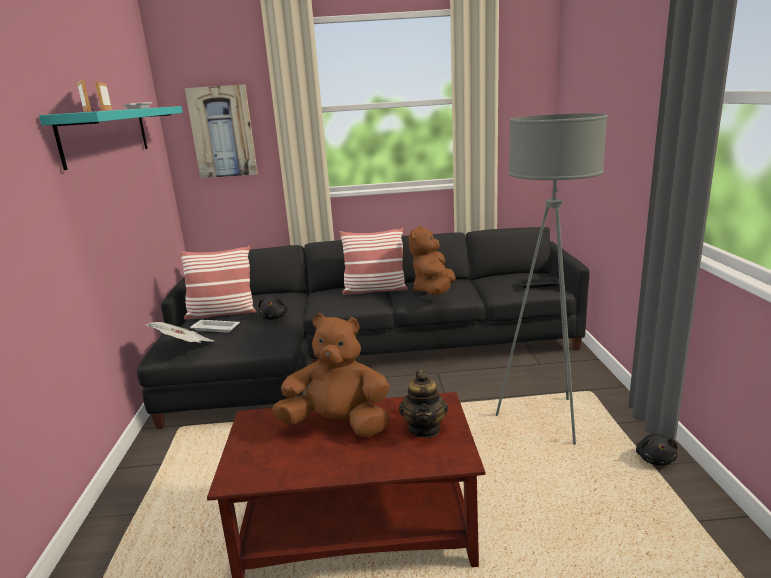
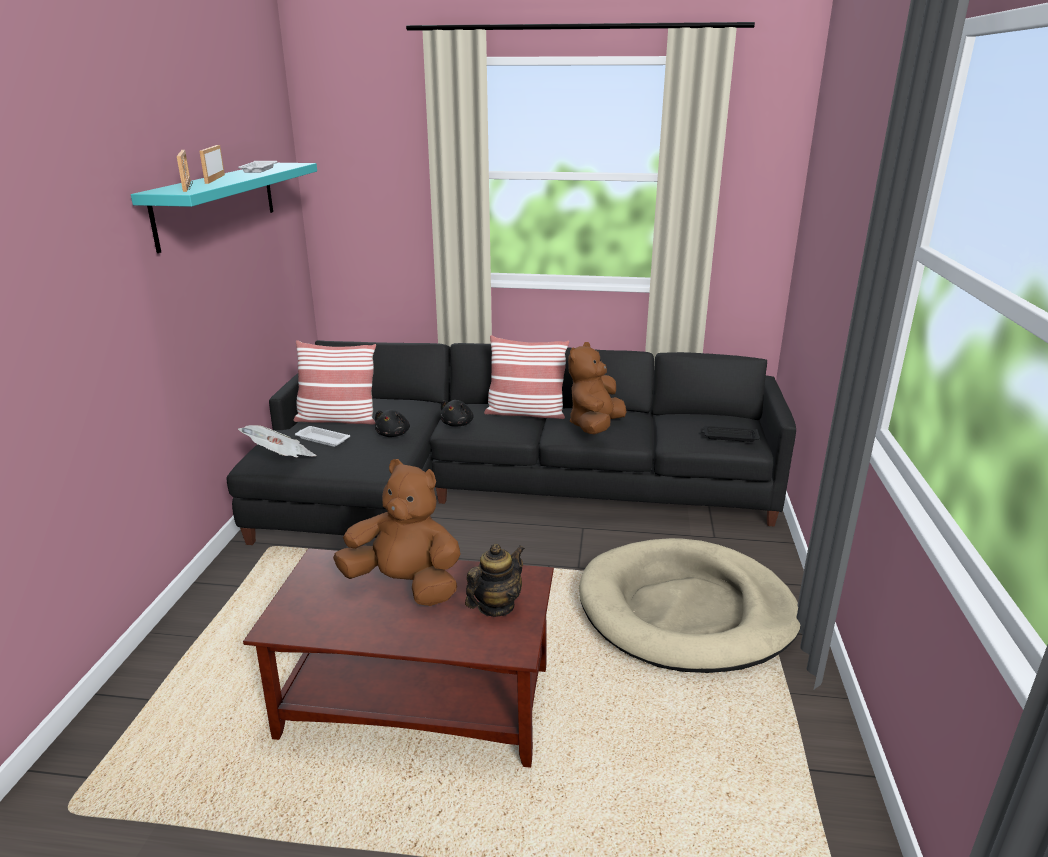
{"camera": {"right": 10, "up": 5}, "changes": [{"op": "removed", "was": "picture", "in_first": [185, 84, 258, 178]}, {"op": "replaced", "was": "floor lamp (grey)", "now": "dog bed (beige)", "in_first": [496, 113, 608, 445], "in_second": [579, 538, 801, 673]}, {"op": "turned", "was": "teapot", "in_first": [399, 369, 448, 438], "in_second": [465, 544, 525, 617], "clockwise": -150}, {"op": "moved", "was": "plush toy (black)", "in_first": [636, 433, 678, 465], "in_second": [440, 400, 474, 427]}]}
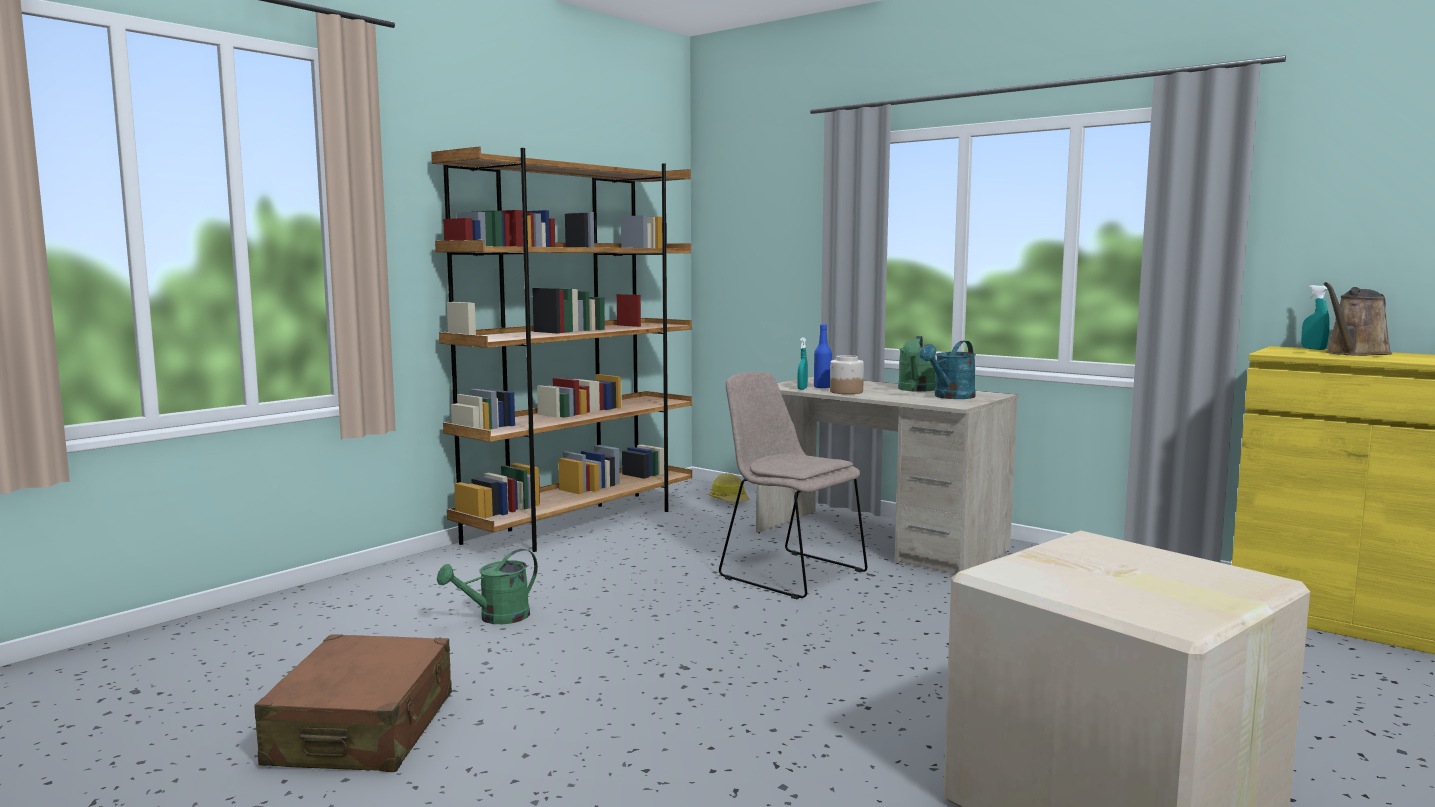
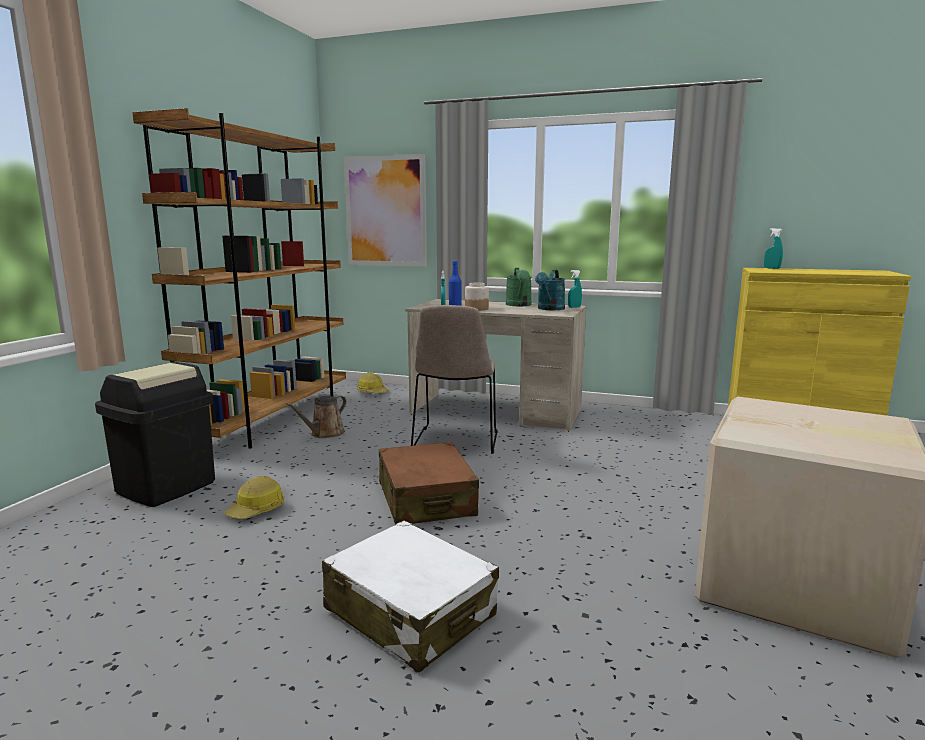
{"camera": {"right": -20, "up": 5}, "changes": [{"op": "moved", "was": "watering can (brown)", "in_first": [1324, 282, 1392, 356], "in_second": [286, 395, 347, 438]}, {"op": "turned", "was": "chair (beige)", "in_first": [719, 372, 867, 599], "in_second": [411, 305, 498, 454], "clockwise": -105}, {"op": "replaced", "was": "watering can (green)", "now": "hard hat", "in_first": [437, 549, 538, 624], "in_second": [225, 476, 284, 519]}, {"op": "moved", "was": "suitcase (brown)", "in_first": [255, 634, 452, 772], "in_second": [379, 442, 479, 525]}, {"op": "added", "now": "picture", "in_second": [344, 154, 427, 267]}, {"op": "added", "now": "spray bottle (turquoise)", "in_second": [568, 270, 582, 308]}, {"op": "added", "now": "trash can (black)", "in_second": [95, 362, 215, 507]}, {"op": "added", "now": "suitcase (white)", "in_second": [322, 520, 499, 673]}]}
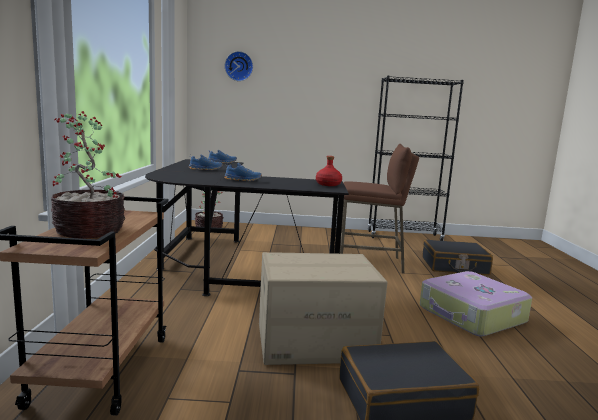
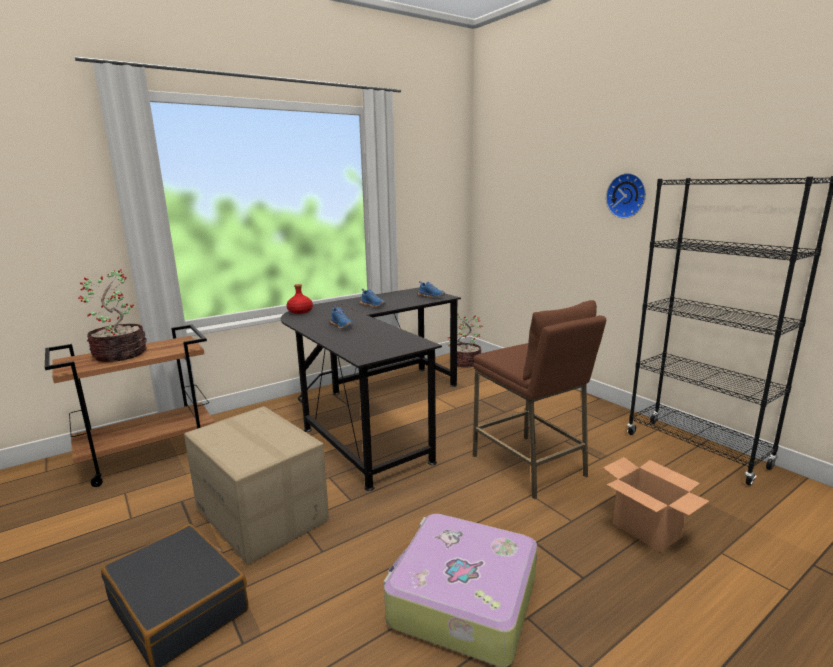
{"camera": {"right": 55, "up": 5}, "changes": [{"op": "moved", "was": "wall clock", "in_first": [225, 51, 253, 81], "in_second": [606, 173, 646, 218]}, {"op": "moved", "was": "bottle (red)", "in_first": [316, 156, 342, 186], "in_second": [287, 284, 313, 314]}, {"op": "replaced", "was": "suitcase (black)", "now": "cardboard box", "in_first": [422, 239, 493, 275], "in_second": [603, 457, 709, 553]}]}
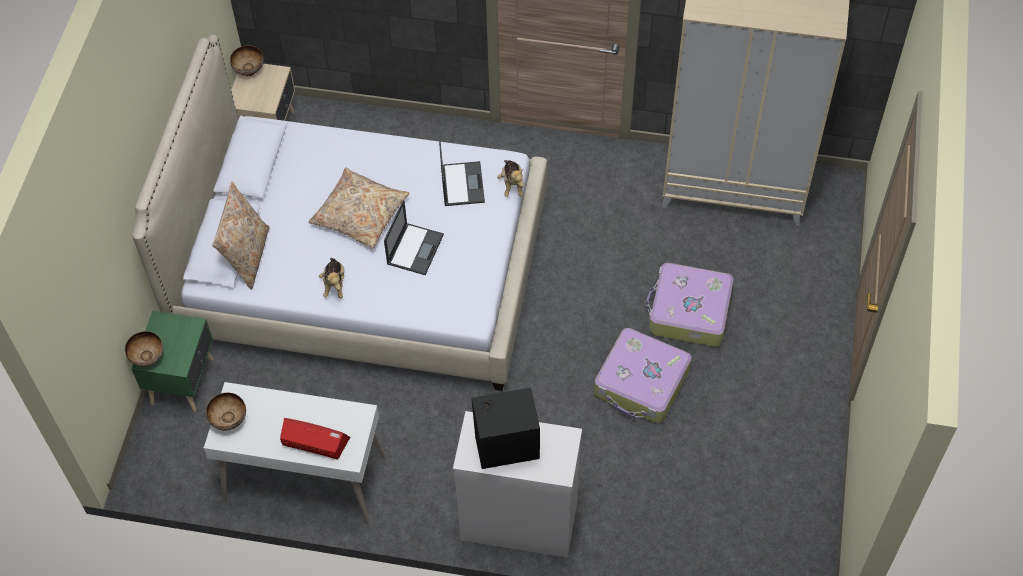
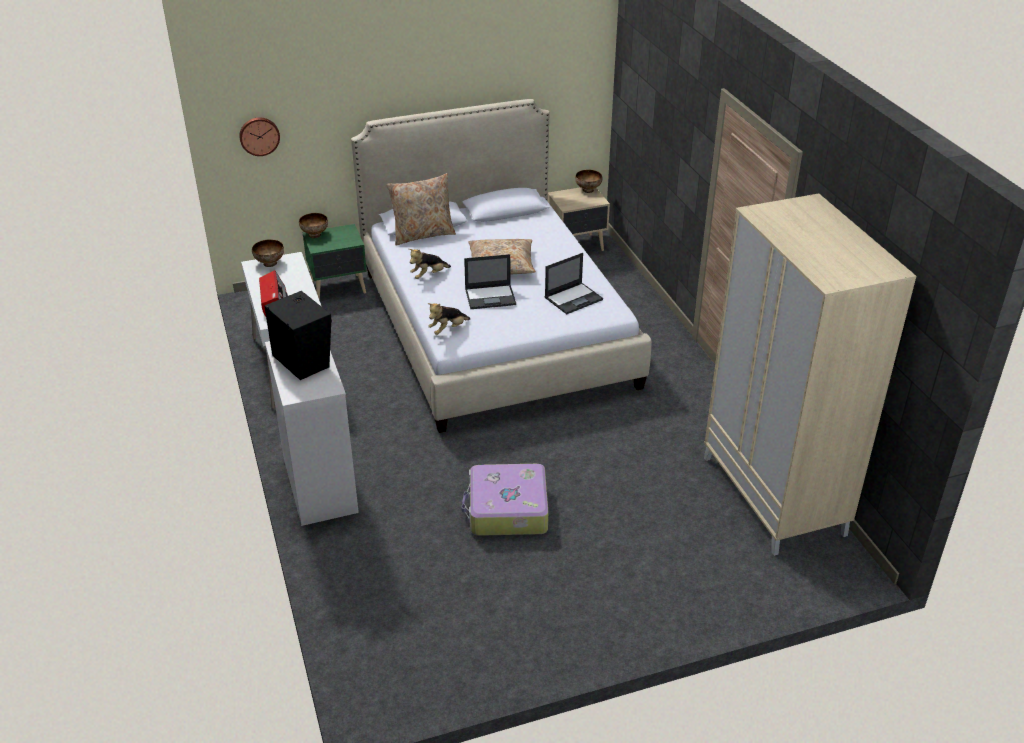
{"camera": {"right": 60, "up": -20}, "changes": [{"op": "moved", "was": "plush toy", "in_first": [497, 160, 524, 197], "in_second": [428, 303, 470, 335]}, {"op": "removed", "was": "suitcase", "in_first": [645, 263, 733, 347]}, {"op": "added", "now": "wall clock", "in_second": [239, 118, 280, 156]}]}
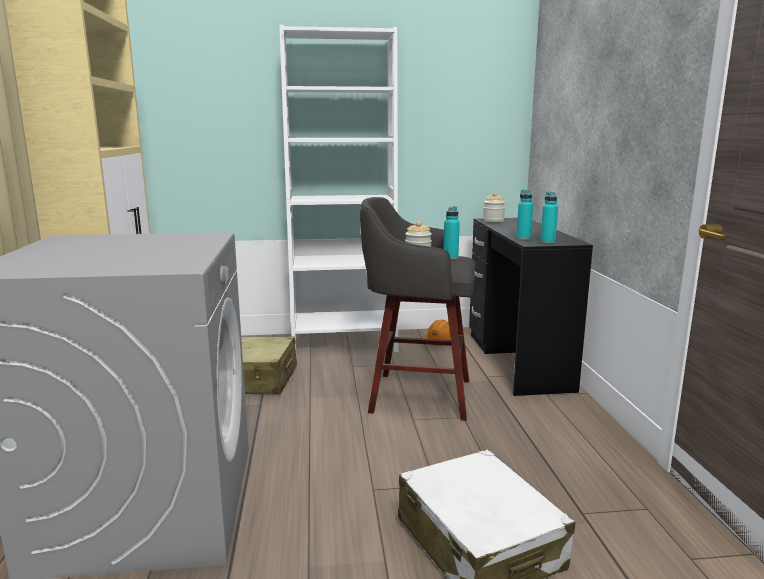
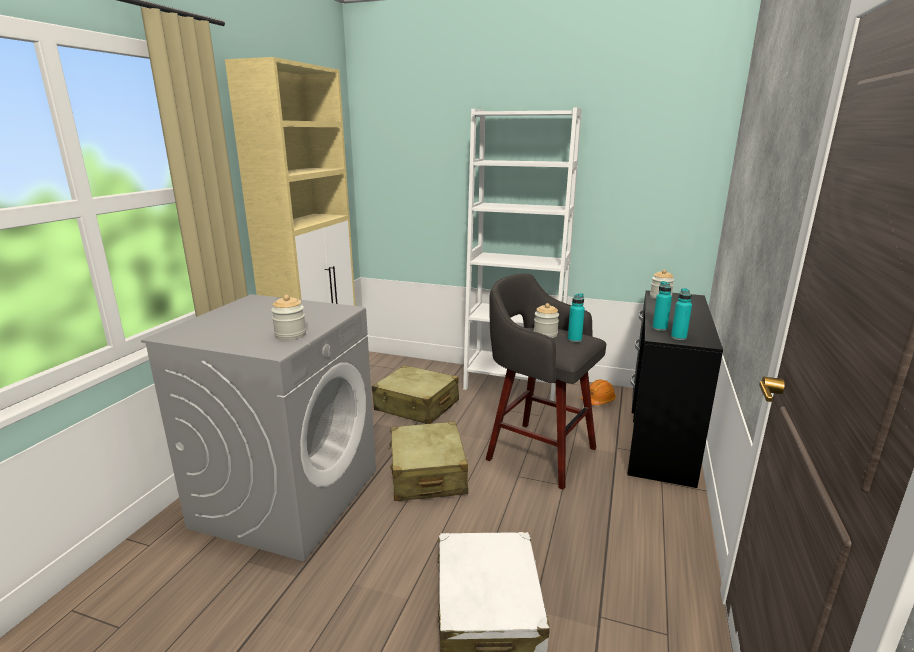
{"camera": {"right": 25, "up": 5}, "changes": [{"op": "added", "now": "jar", "in_second": [271, 295, 306, 340]}, {"op": "added", "now": "suitcase (beige)", "in_second": [388, 421, 468, 501]}]}
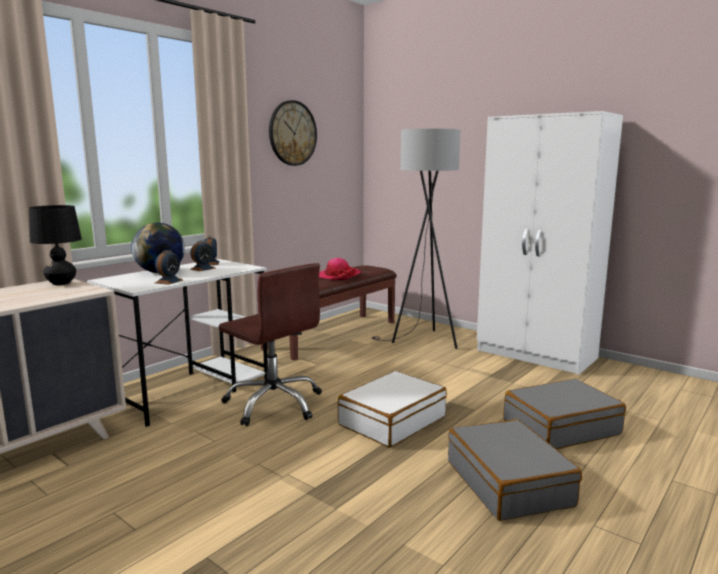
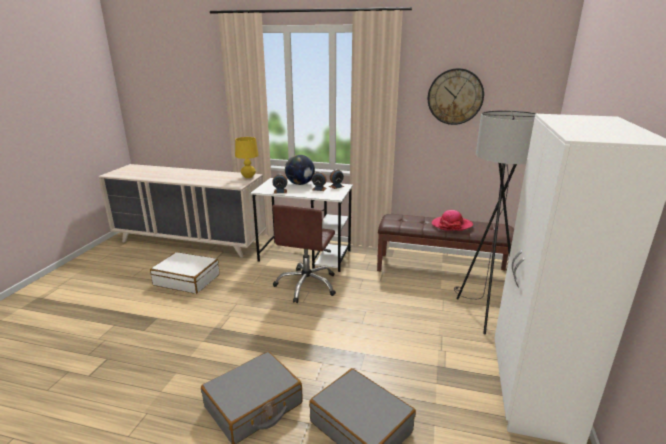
{"camera": {"right": 65, "up": 10}, "changes": [{"op": "recoloured", "was": "table lamp (black)", "now": "table lamp (yellow)", "in_first": [29, 205, 82, 285], "in_second": [235, 137, 259, 178]}, {"op": "moved", "was": "suitcase (white)", "in_first": [338, 371, 447, 448], "in_second": [150, 252, 219, 294]}]}
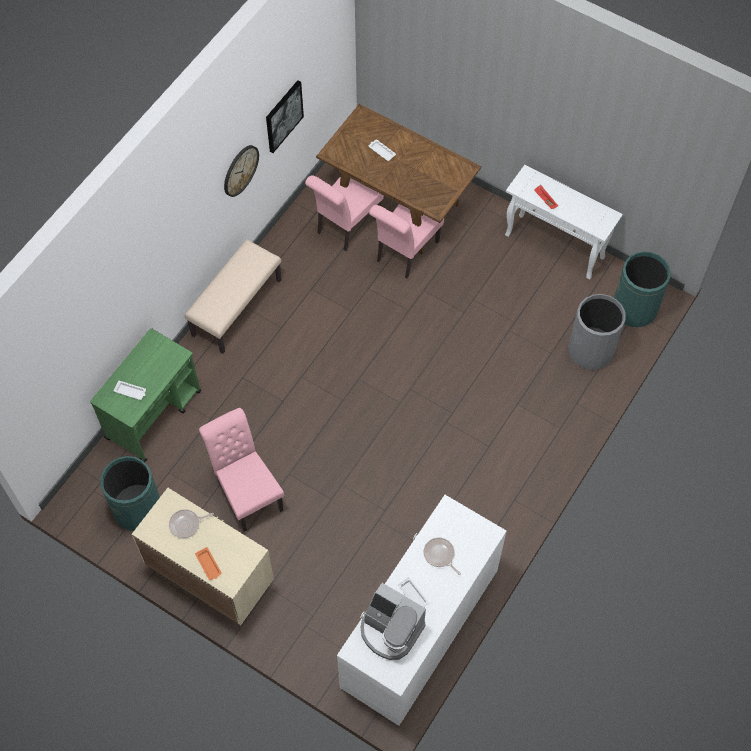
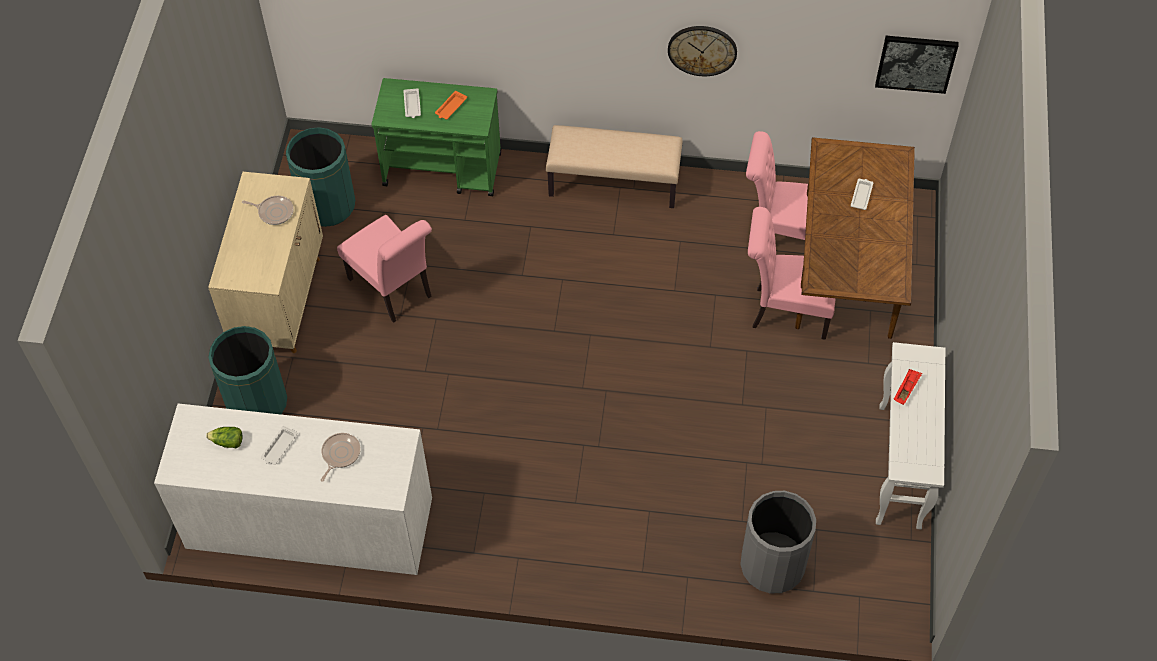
{"camera": {"right": 65, "up": -5}, "changes": [{"op": "moved", "was": "picture", "in_first": [266, 80, 304, 153], "in_second": [875, 36, 958, 94]}, {"op": "moved", "was": "trash can (green)", "in_first": [614, 251, 671, 327], "in_second": [208, 326, 287, 414]}, {"op": "turned", "was": "chair (pink)", "in_first": [199, 408, 284, 532], "in_second": [337, 215, 432, 323], "clockwise": 105}, {"op": "turned", "was": "frying pan", "in_first": [169, 509, 214, 538], "in_second": [242, 196, 294, 225], "clockwise": 150}, {"op": "moved", "was": "tray (orange)", "in_first": [195, 547, 222, 580], "in_second": [435, 91, 467, 120]}, {"op": "replaced", "was": "coffee machine", "now": "lettuce", "in_first": [361, 583, 426, 660], "in_second": [206, 427, 243, 448]}]}
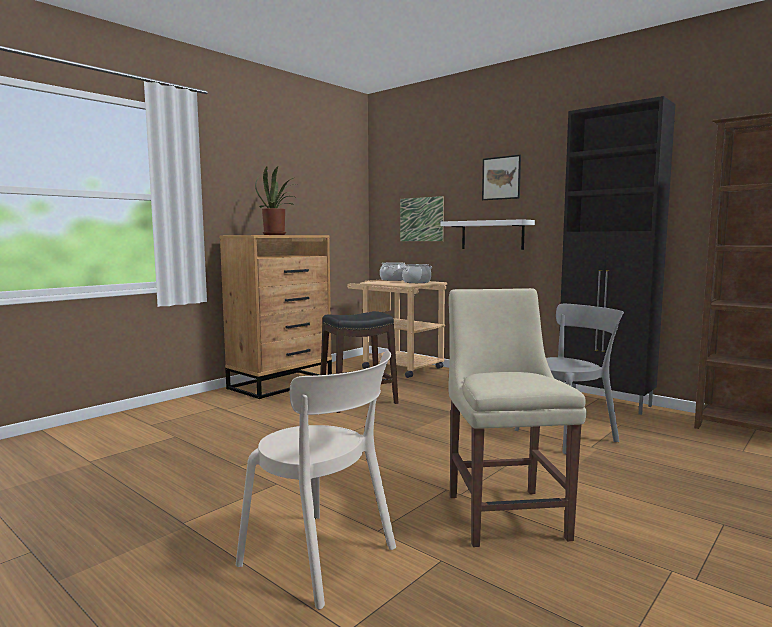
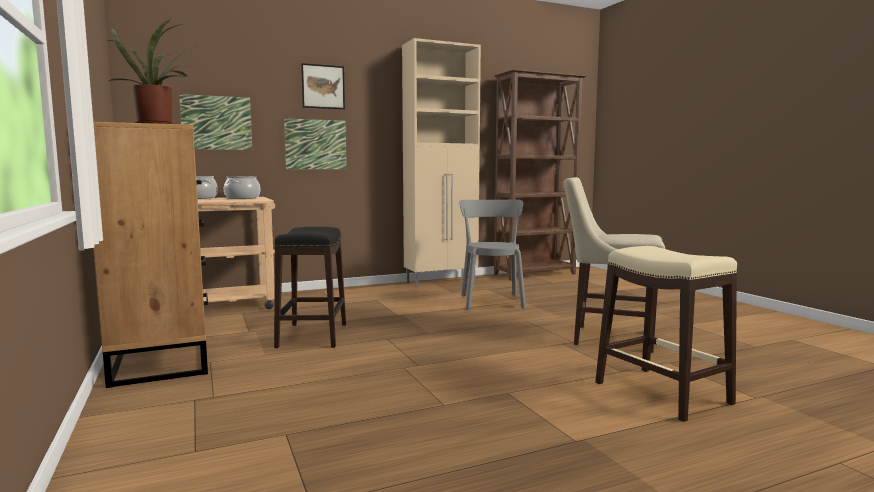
{"camera": {"right": -65, "up": 0}, "changes": [{"op": "recoloured", "was": "cabinet (black)", "now": "cabinet (beige)", "in_first": [559, 96, 675, 415], "in_second": [402, 38, 481, 288]}, {"op": "replaced", "was": "shelf (white)", "now": "picture", "in_first": [440, 219, 535, 250], "in_second": [284, 118, 347, 169]}, {"op": "replaced", "was": "chair (beige)", "now": "stool (beige)", "in_first": [236, 351, 396, 609], "in_second": [595, 246, 737, 422]}]}
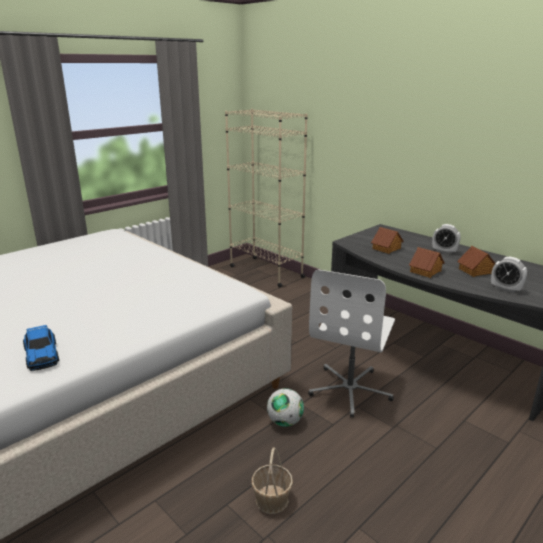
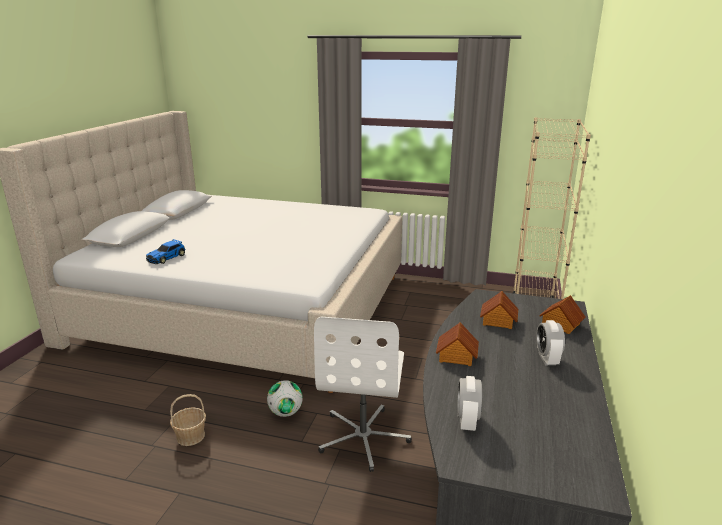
{"camera": {"right": 60, "up": 0}, "changes": [{"op": "moved", "was": "toy house", "in_first": [457, 246, 496, 277], "in_second": [539, 295, 585, 334]}, {"op": "turned", "was": "office chair (white)", "in_first": [308, 269, 395, 417], "in_second": [314, 317, 412, 472], "clockwise": -75}]}
